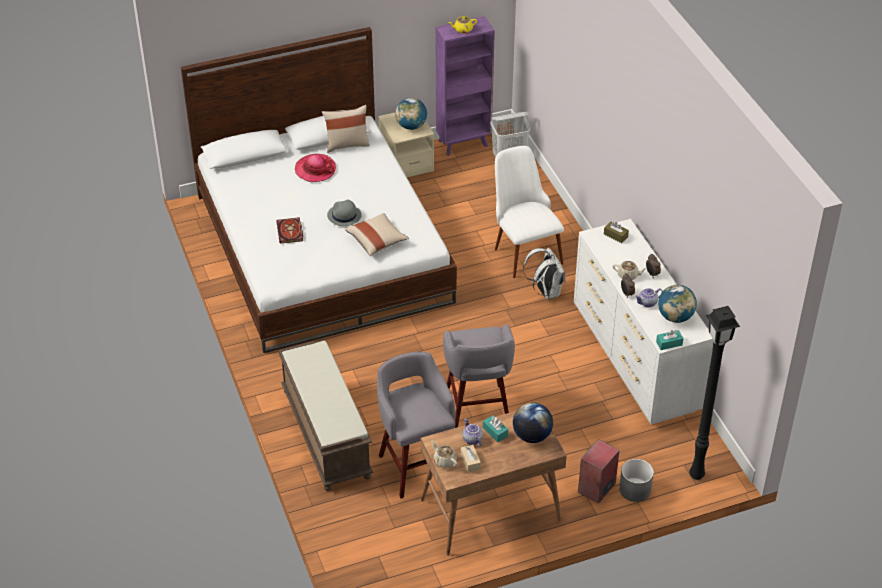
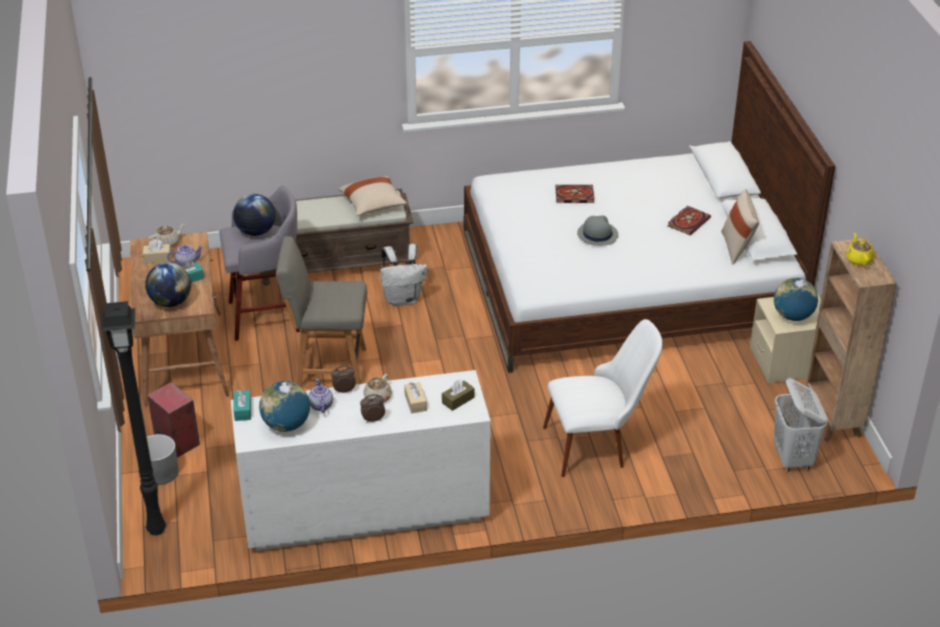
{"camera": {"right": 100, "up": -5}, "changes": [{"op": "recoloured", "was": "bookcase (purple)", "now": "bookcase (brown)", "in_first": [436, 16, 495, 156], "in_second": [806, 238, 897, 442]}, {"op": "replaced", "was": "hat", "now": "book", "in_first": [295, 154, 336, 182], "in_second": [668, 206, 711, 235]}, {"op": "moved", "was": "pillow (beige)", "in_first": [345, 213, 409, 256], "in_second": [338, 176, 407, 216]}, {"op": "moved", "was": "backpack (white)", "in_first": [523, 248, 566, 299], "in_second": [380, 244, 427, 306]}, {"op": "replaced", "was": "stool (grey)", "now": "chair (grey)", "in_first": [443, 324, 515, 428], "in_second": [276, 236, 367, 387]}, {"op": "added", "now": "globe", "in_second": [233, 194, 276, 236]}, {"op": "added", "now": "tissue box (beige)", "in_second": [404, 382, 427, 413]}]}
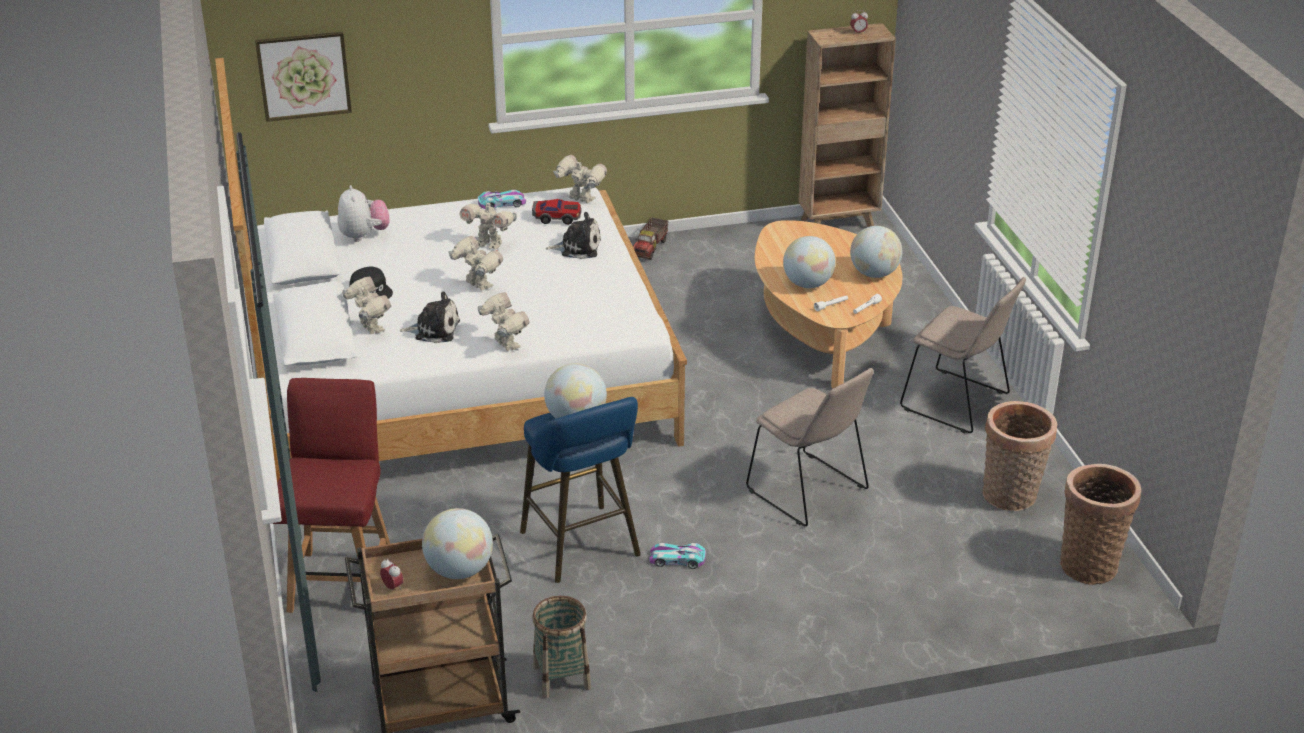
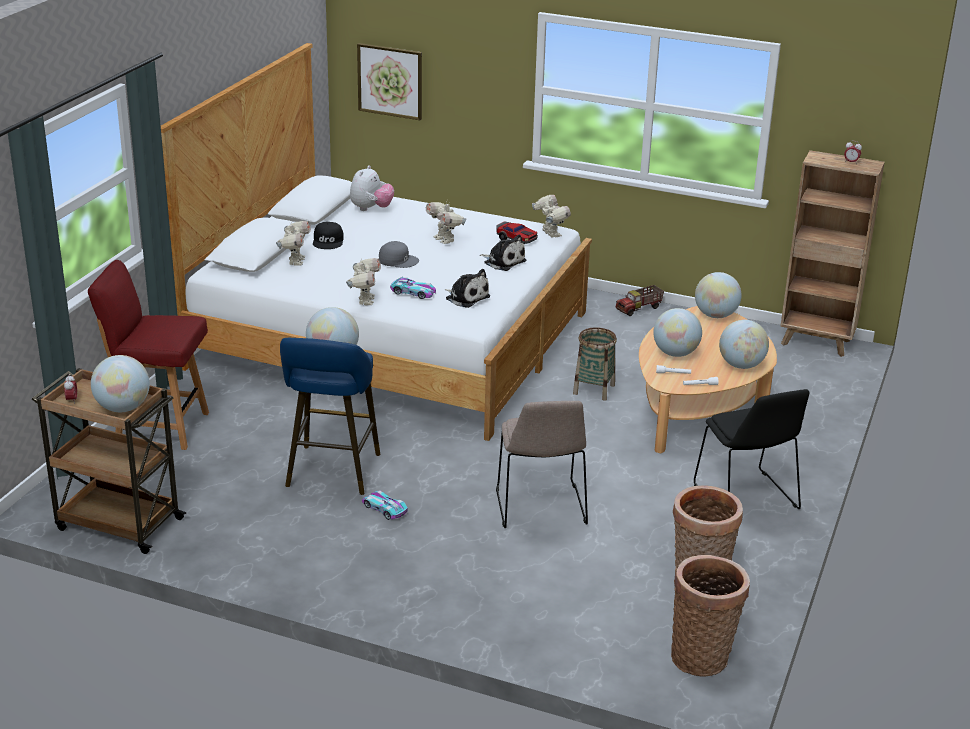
{"camera": {"right": 35, "up": -5}, "changes": [{"op": "moved", "was": "toy car", "in_first": [478, 190, 526, 210], "in_second": [390, 277, 436, 299]}, {"op": "replaced", "was": "toy robot", "now": "cap (grey)", "in_first": [448, 236, 503, 290], "in_second": [379, 241, 419, 268]}, {"op": "recoloured", "was": "chair (beige)", "now": "chair (black)", "in_first": [900, 277, 1026, 433], "in_second": [694, 389, 809, 509]}, {"op": "moved", "was": "plush toy", "in_first": [399, 291, 460, 343], "in_second": [445, 269, 490, 308]}, {"op": "turned", "was": "chair (red)", "in_first": [272, 378, 390, 613], "in_second": [88, 260, 209, 450], "clockwise": -120}, {"op": "moved", "was": "basket", "in_first": [532, 596, 591, 699], "in_second": [573, 327, 617, 401]}, {"op": "added", "now": "globe", "in_second": [695, 272, 742, 318]}]}
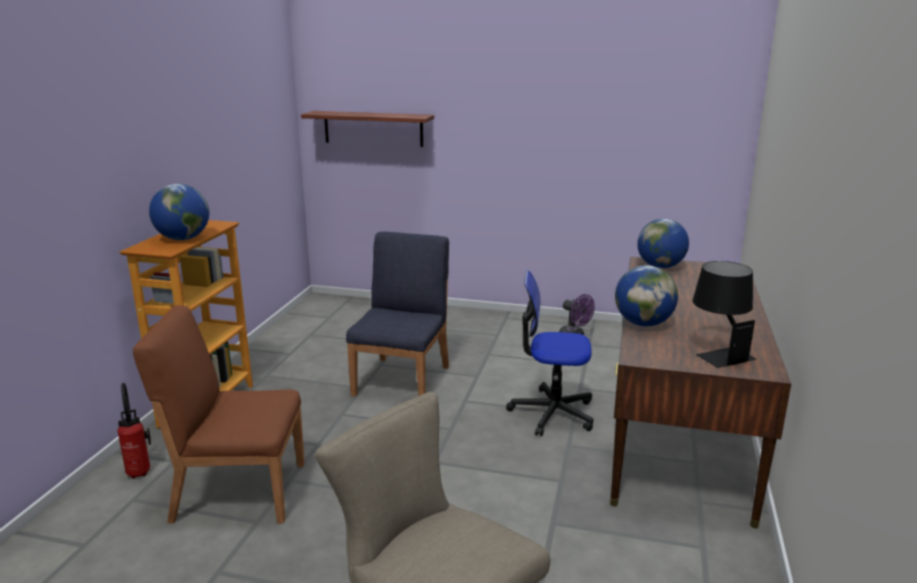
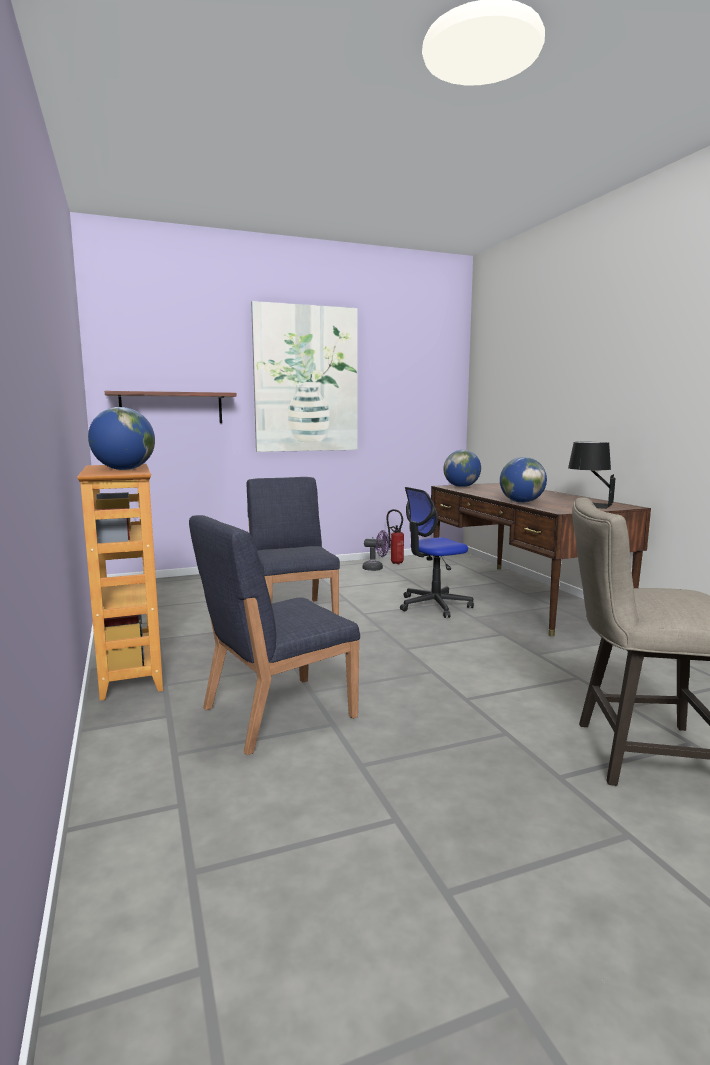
{"camera": {"right": -35, "up": -10}, "changes": [{"op": "recoloured", "was": "chair (brown)", "now": "chair (blue)", "in_first": [133, 305, 305, 523], "in_second": [189, 515, 360, 755]}, {"op": "moved", "was": "fire extinguisher", "in_first": [117, 383, 151, 479], "in_second": [386, 509, 404, 565]}, {"op": "added", "now": "picture", "in_second": [251, 301, 358, 452]}]}
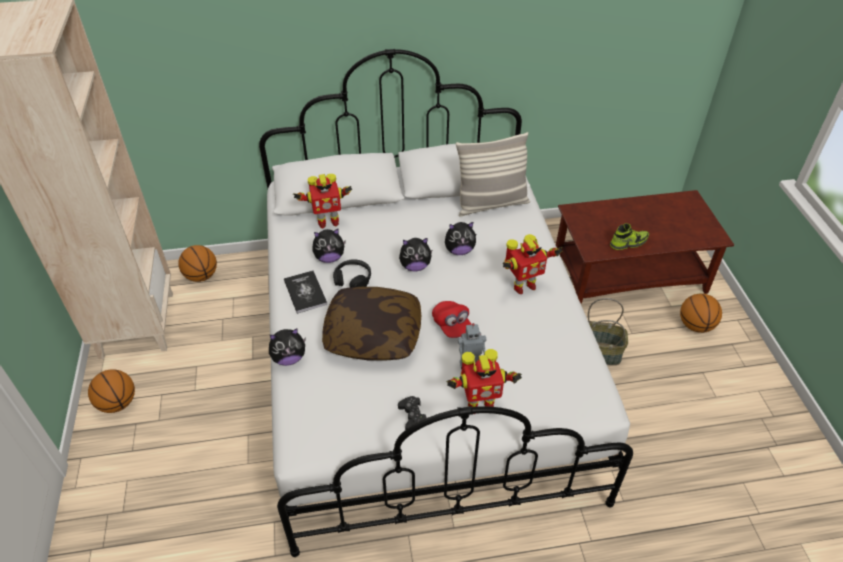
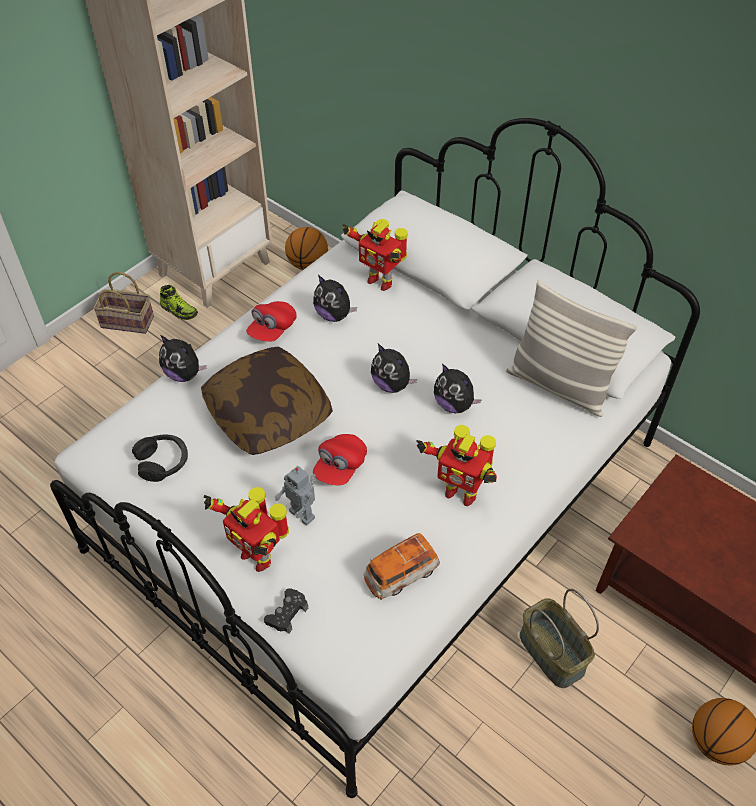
{"camera": {"right": 50, "up": 5}, "changes": [{"op": "moved", "was": "shoe", "in_first": [610, 223, 649, 250], "in_second": [160, 285, 198, 320]}, {"op": "moved", "was": "headphones (black)", "in_first": [333, 259, 371, 288], "in_second": [132, 434, 188, 482]}, {"op": "replaced", "was": "book", "now": "cap (red)", "in_first": [284, 270, 327, 314], "in_second": [246, 301, 297, 342]}, {"op": "replaced", "was": "basketball", "now": "basket", "in_first": [88, 369, 135, 413], "in_second": [93, 272, 154, 334]}, {"op": "moved", "was": "game controller (black)", "in_first": [398, 396, 427, 430], "in_second": [264, 588, 308, 634]}, {"op": "added", "now": "toy car", "in_second": [363, 533, 440, 600]}]}
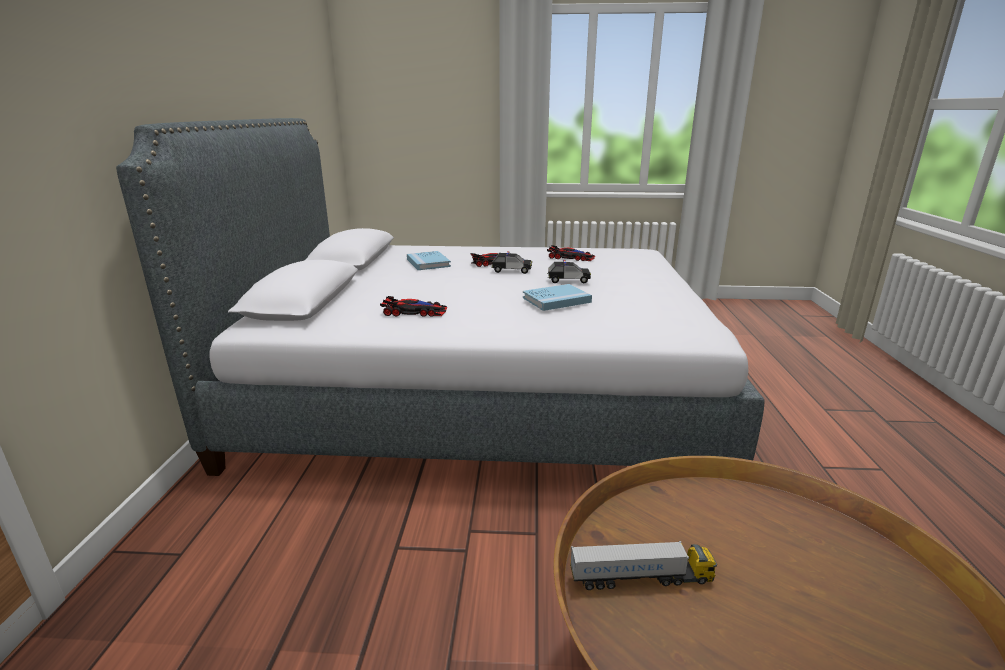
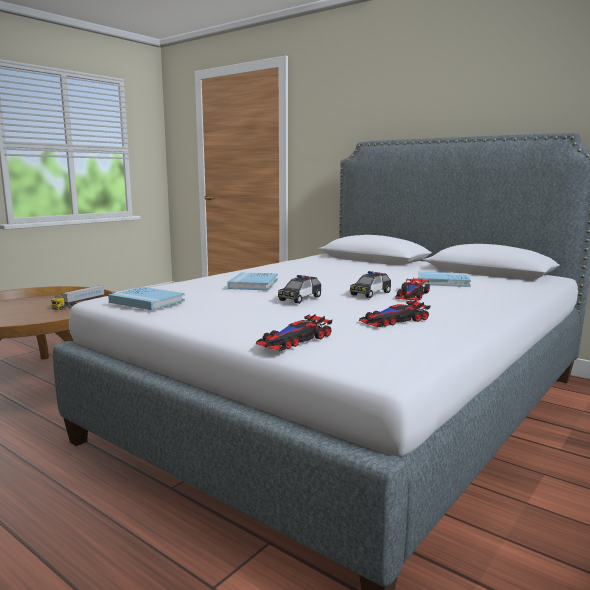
{"camera": {"right": 125, "up": -10}, "changes": [{"op": "moved", "was": "toy car", "in_first": [380, 296, 447, 317], "in_second": [256, 314, 332, 351]}, {"op": "added", "now": "book (blue)", "in_second": [108, 287, 185, 310]}]}
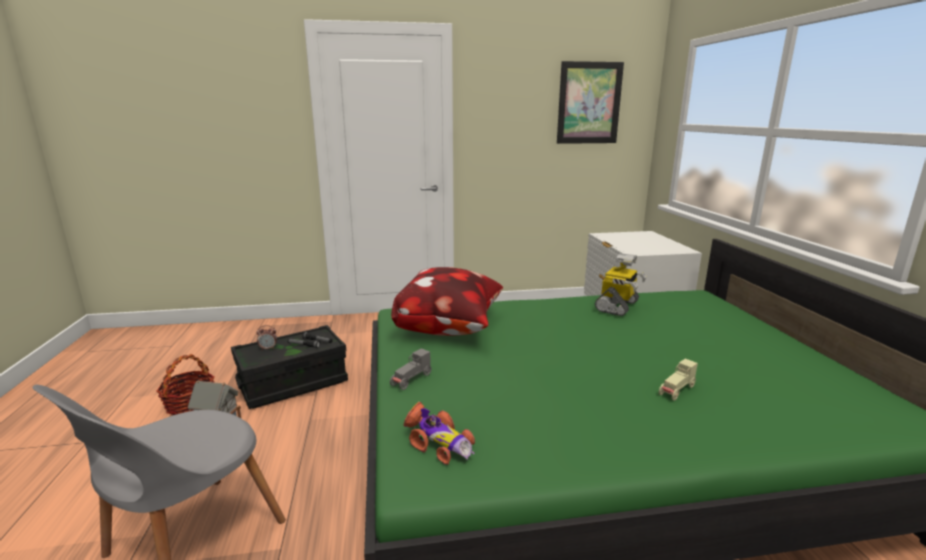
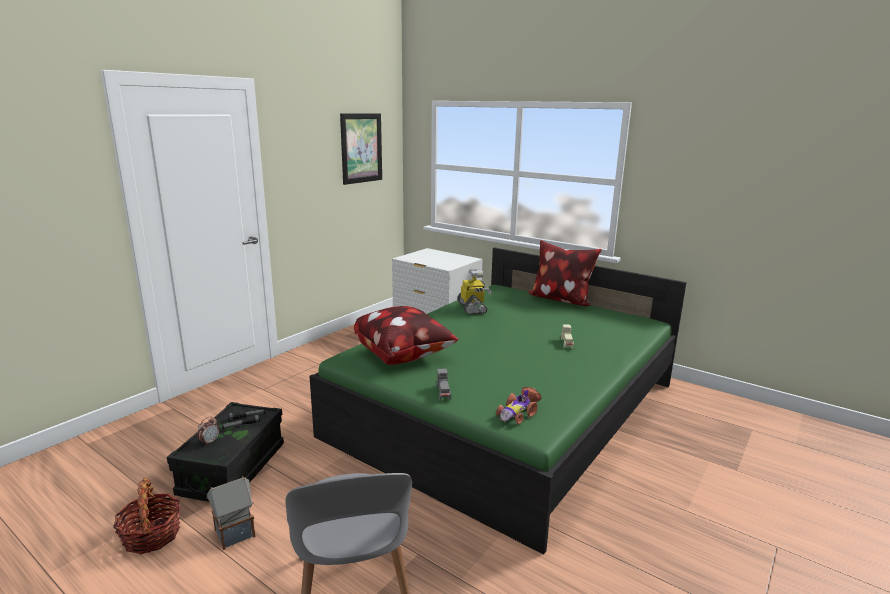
{"camera": {"right": -45, "up": 0}, "changes": [{"op": "turned", "was": "toy car", "in_first": [403, 402, 475, 464], "in_second": [496, 387, 542, 424], "clockwise": 135}, {"op": "added", "now": "pillow", "in_second": [528, 240, 602, 306]}]}
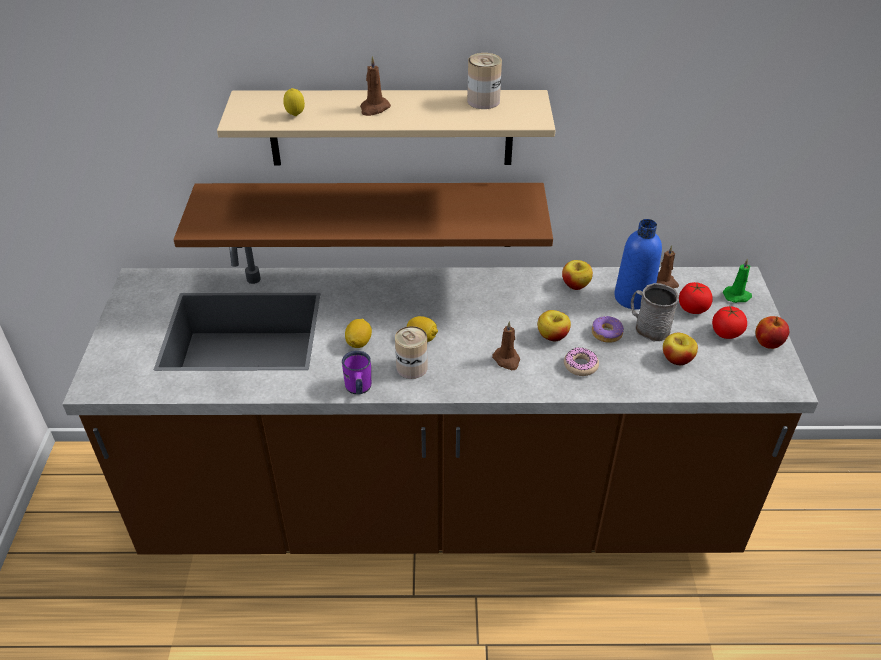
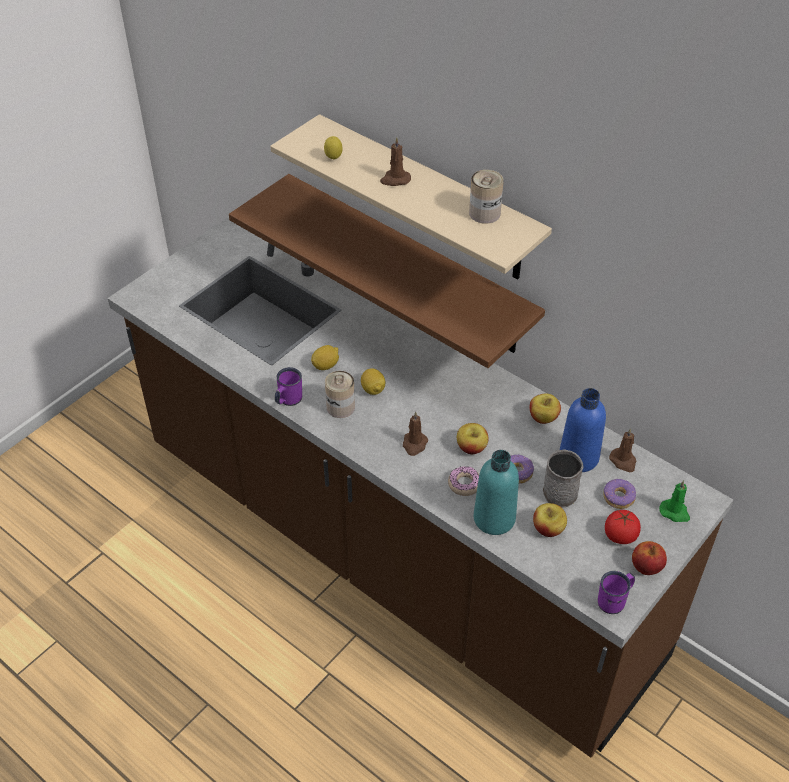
{"camera": {"right": 40, "up": 5}, "changes": [{"op": "replaced", "was": "tomato", "now": "donut", "in_first": [679, 282, 713, 314], "in_second": [604, 479, 636, 509]}, {"op": "added", "now": "bottle (turquoise)", "in_second": [474, 450, 519, 535]}, {"op": "added", "now": "mug (purple)", "in_second": [598, 571, 635, 614]}]}
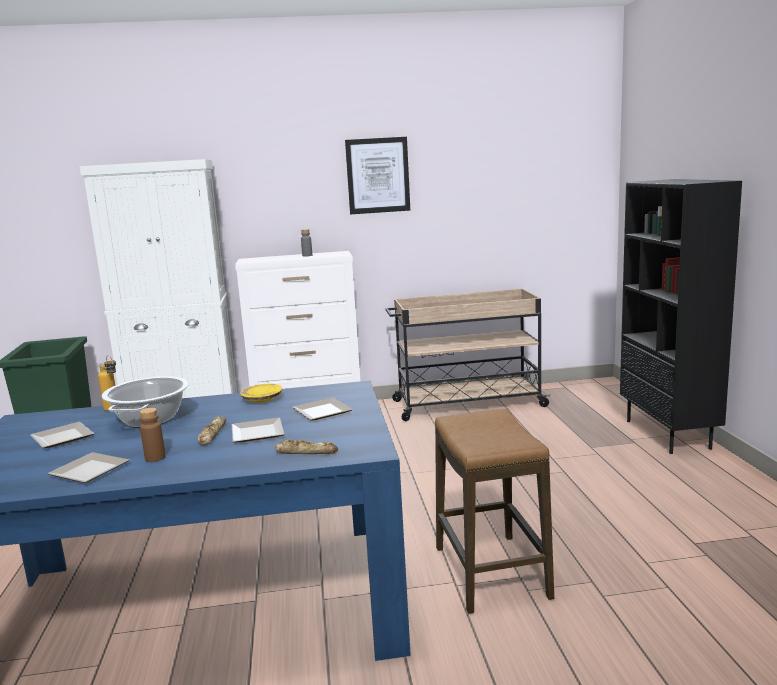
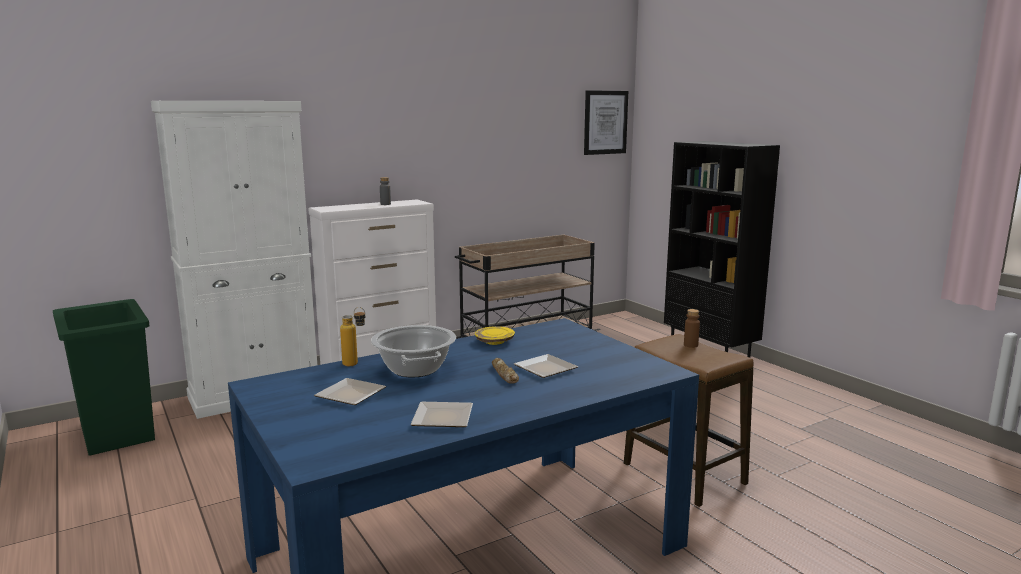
{"camera": {"right": -25, "up": 0}, "changes": [{"op": "moved", "was": "picture", "in_first": [345, 137, 410, 215], "in_second": [584, 90, 628, 155]}, {"op": "removed", "was": "plate", "in_first": [293, 397, 353, 420]}, {"op": "moved", "was": "bottle (brown)", "in_first": [140, 408, 166, 462], "in_second": [684, 309, 700, 348]}, {"op": "removed", "was": "bread", "in_first": [275, 439, 338, 454]}]}
